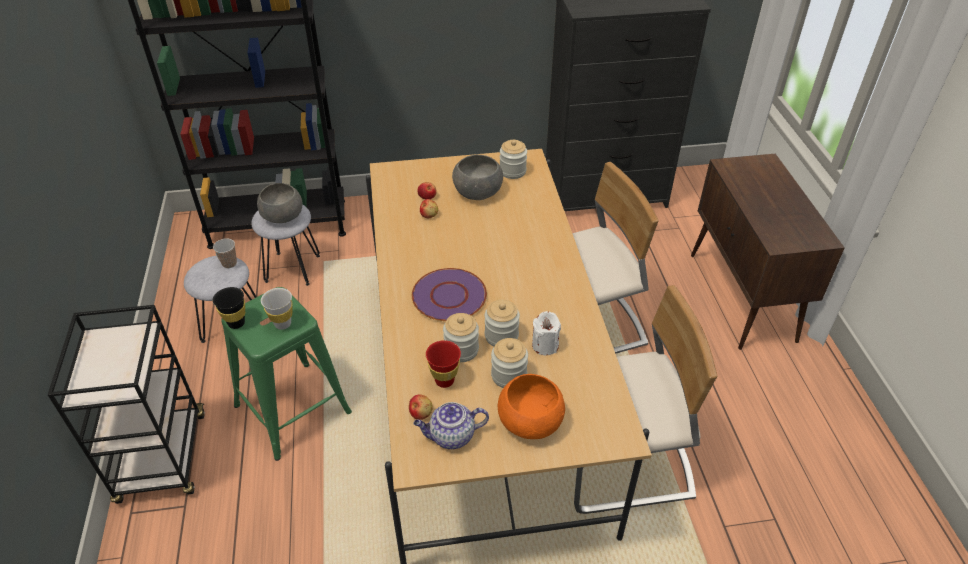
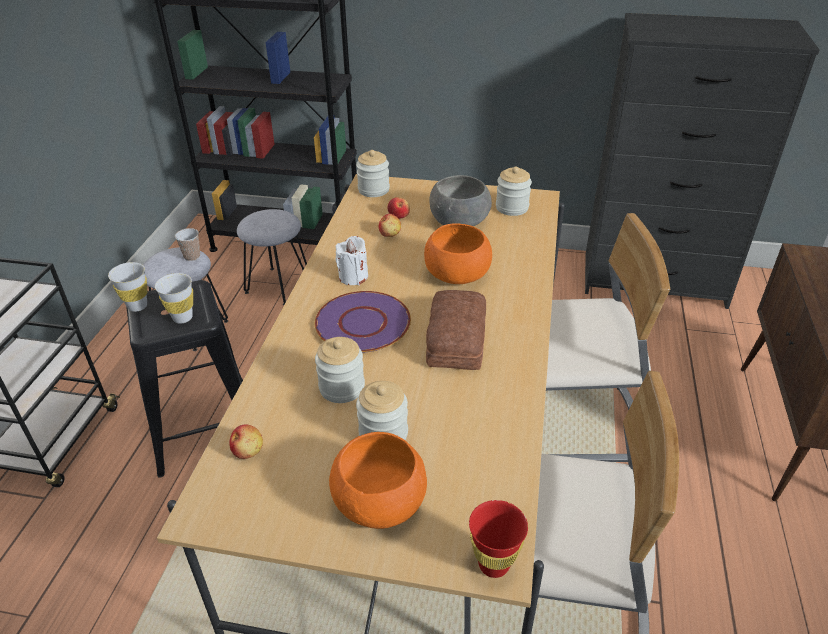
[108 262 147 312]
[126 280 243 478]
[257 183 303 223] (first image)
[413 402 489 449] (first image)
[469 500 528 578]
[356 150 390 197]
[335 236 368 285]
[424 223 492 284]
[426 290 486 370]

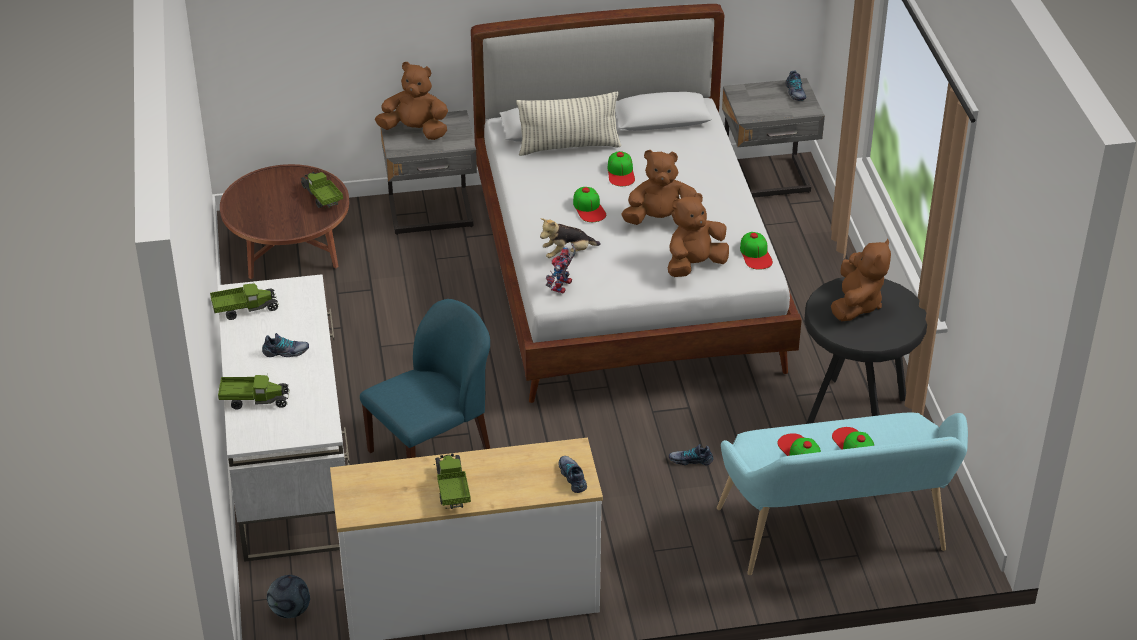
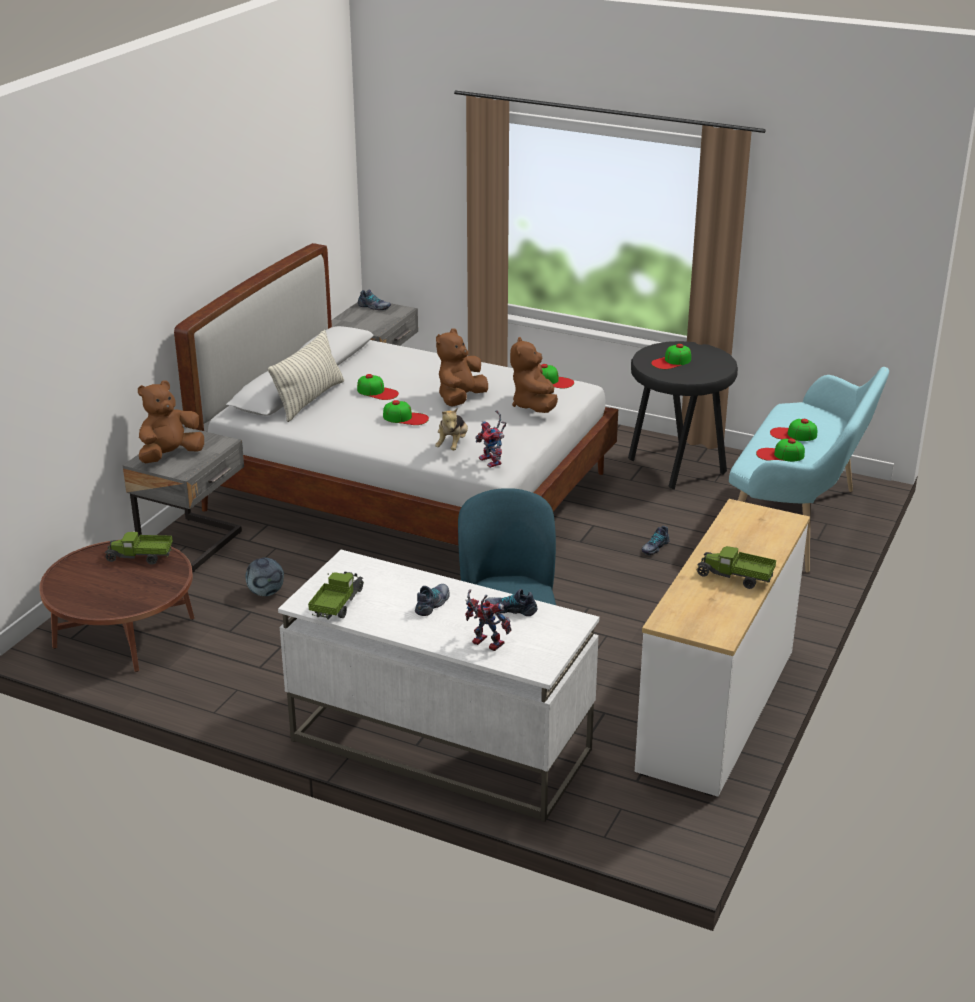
[465 589 511 651]
[246 558 284 596]
[485 589 537 616]
[651 344 691 369]

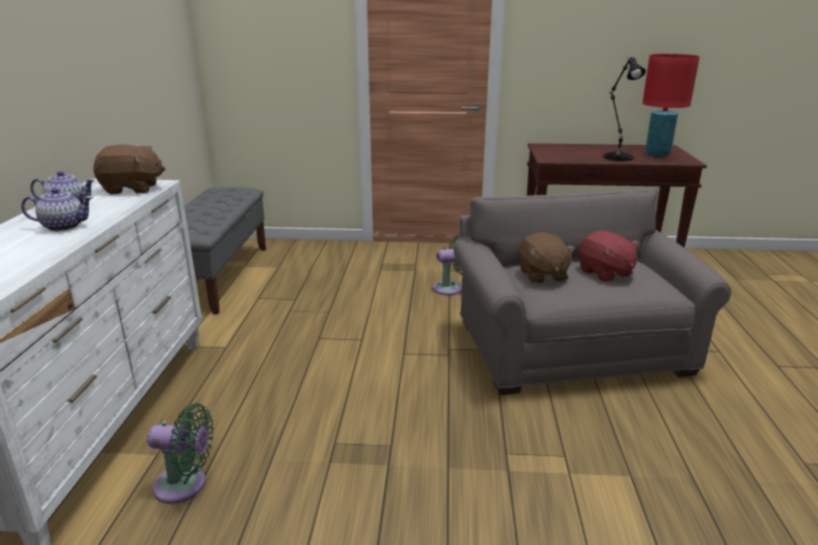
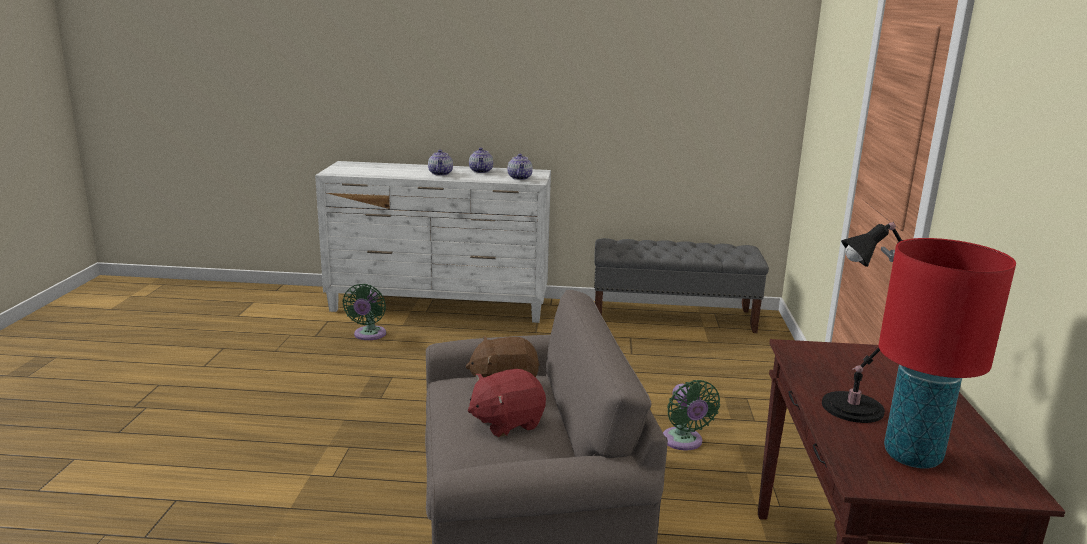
[507 154 533 180]

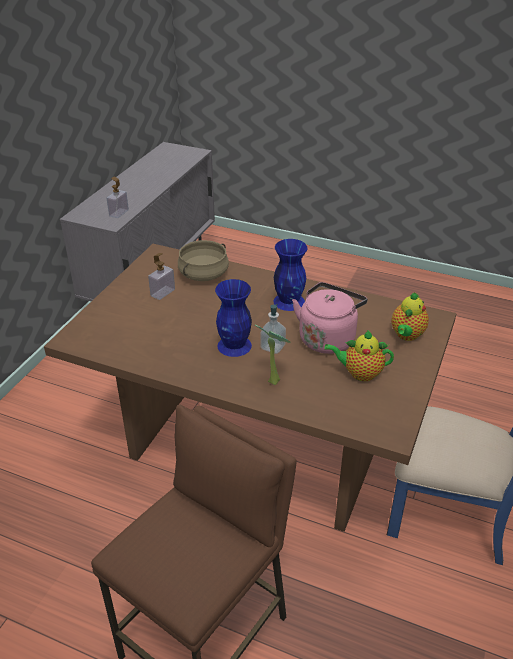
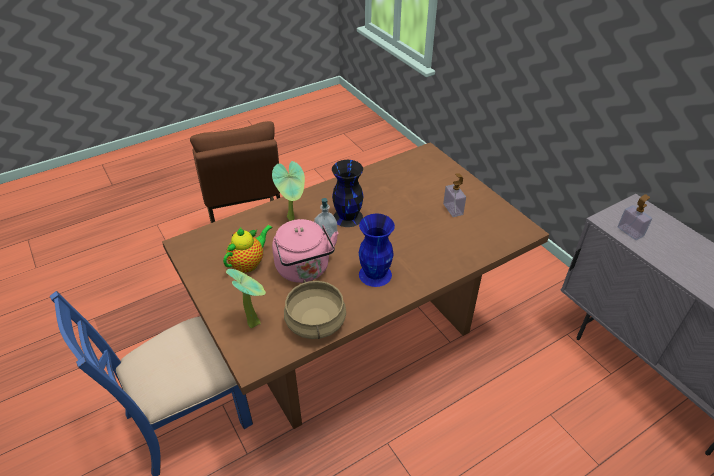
[284 280 346 339]
[332 160 363 227]
[226 269 266 328]

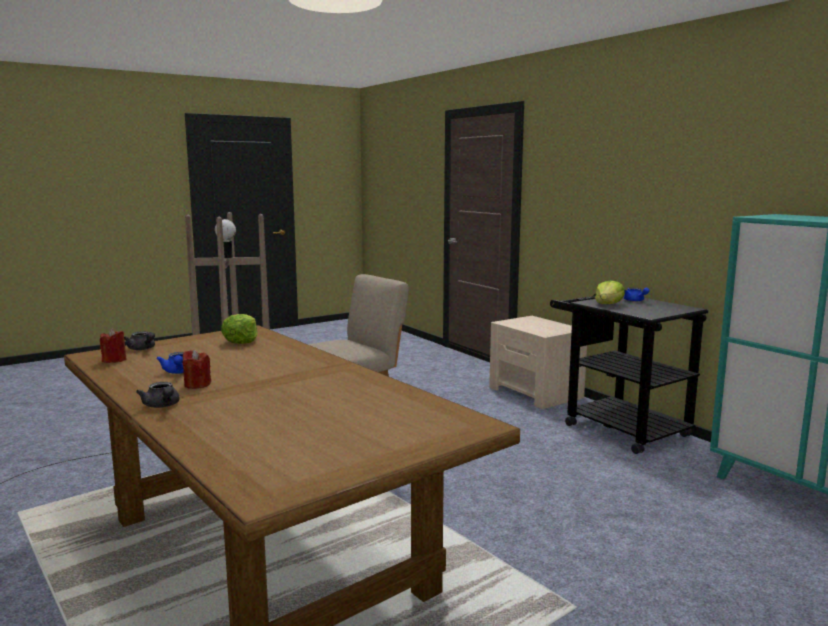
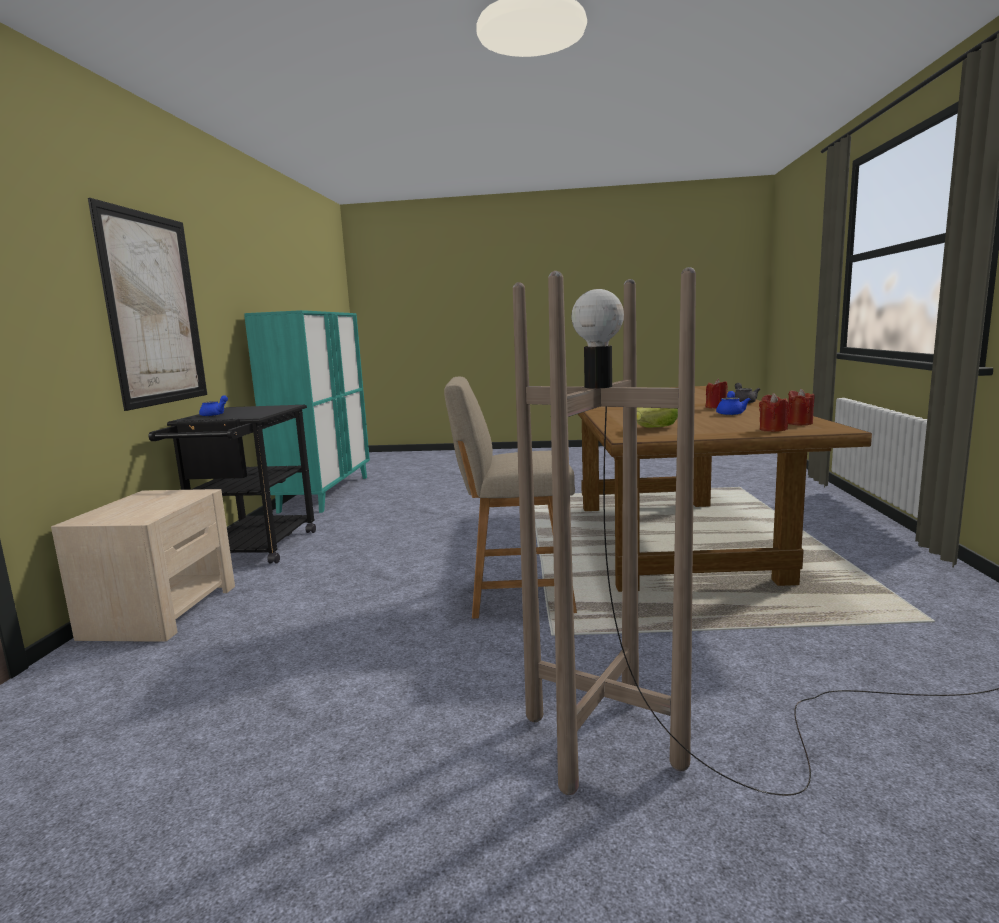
[759 393 789 432]
[595 280 625 304] (first image)
[88 198 207 411]

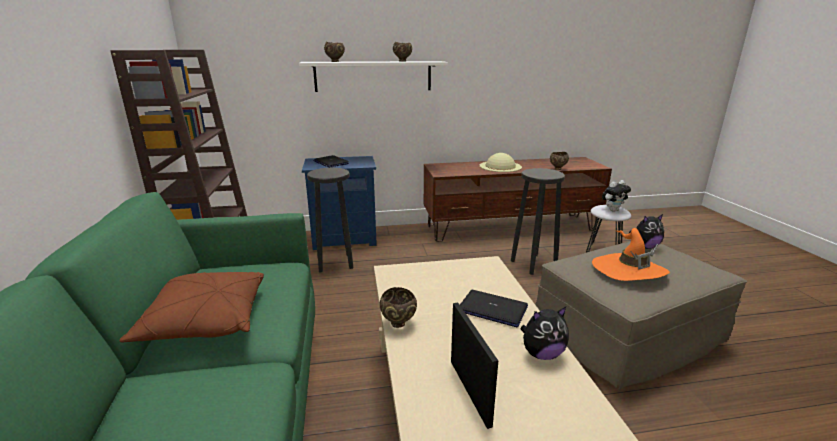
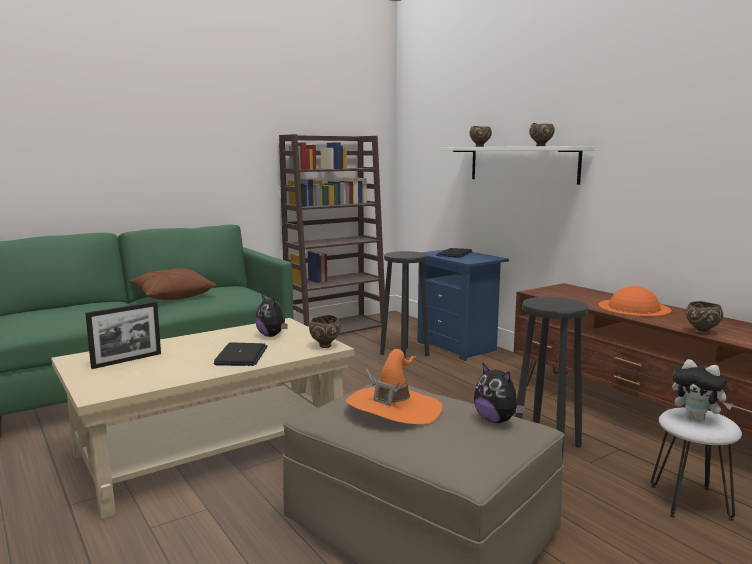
[309 315 341 348]
[598 286 671 317]
[255 295 288 337]

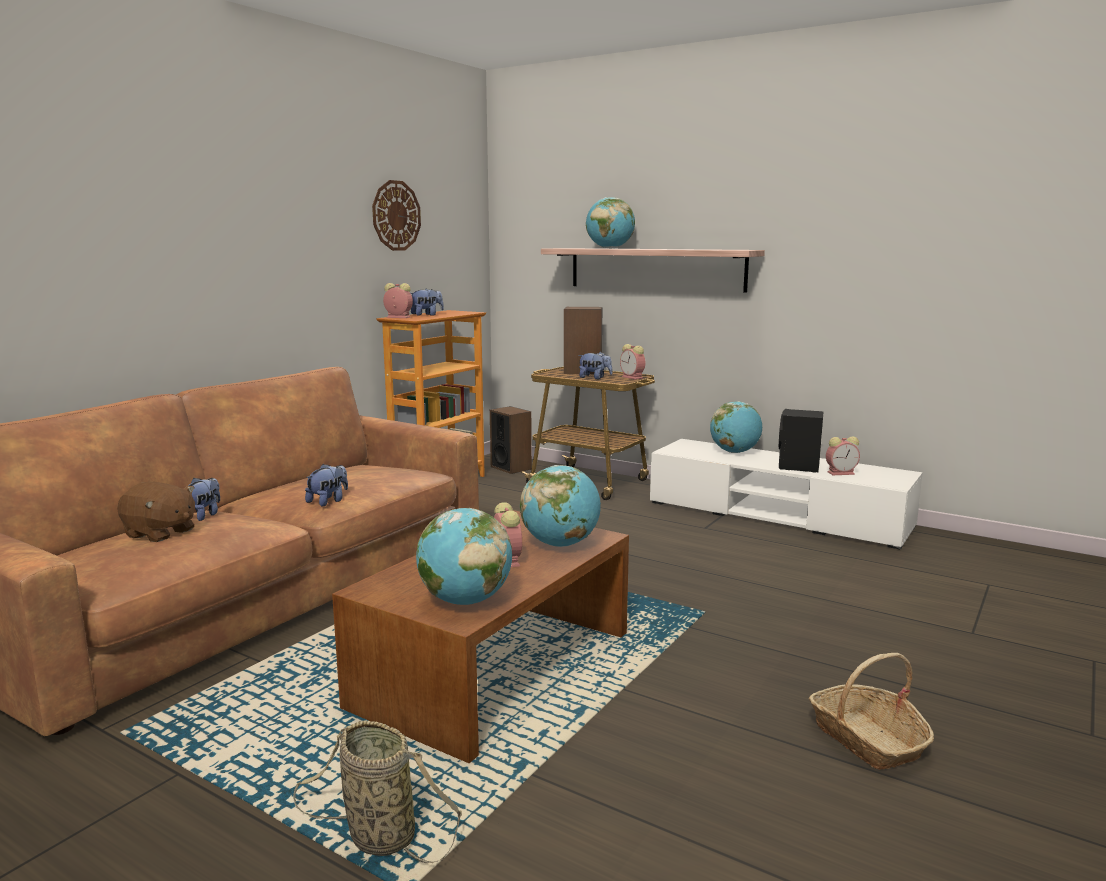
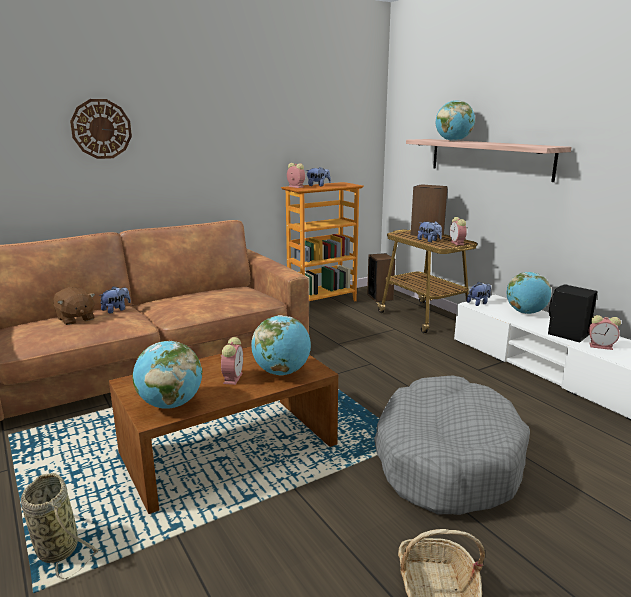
[467 282 491 306]
[70 99 132 159]
[374 375 530 515]

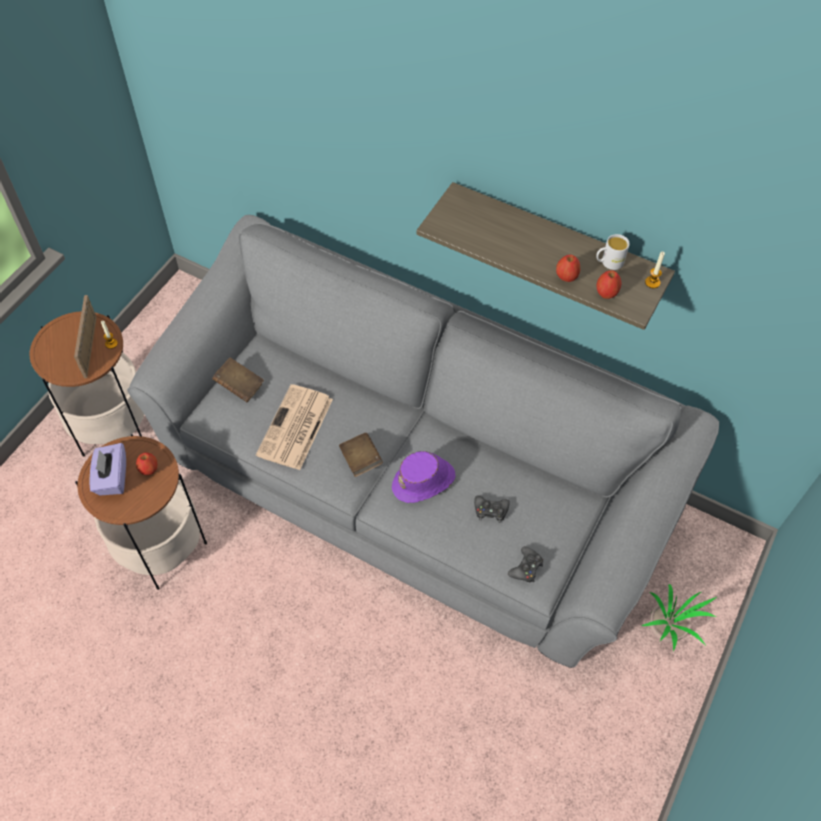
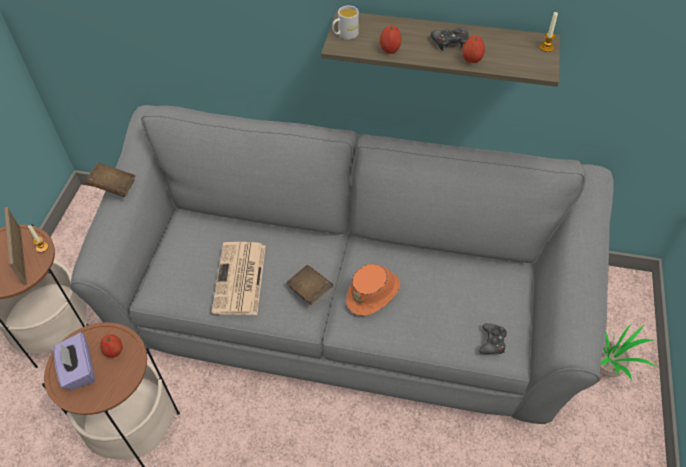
[86 162 135 197]
[346 264 400 316]
[431 27 469 51]
[332 6 359 40]
[380 25 402 54]

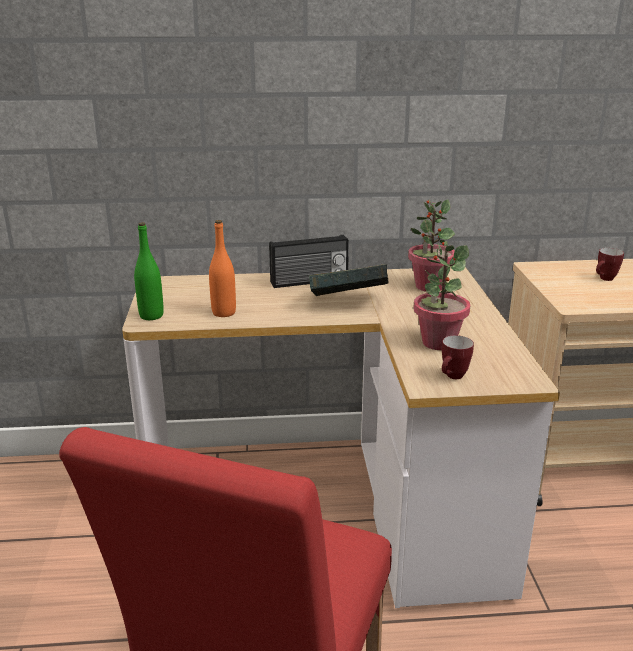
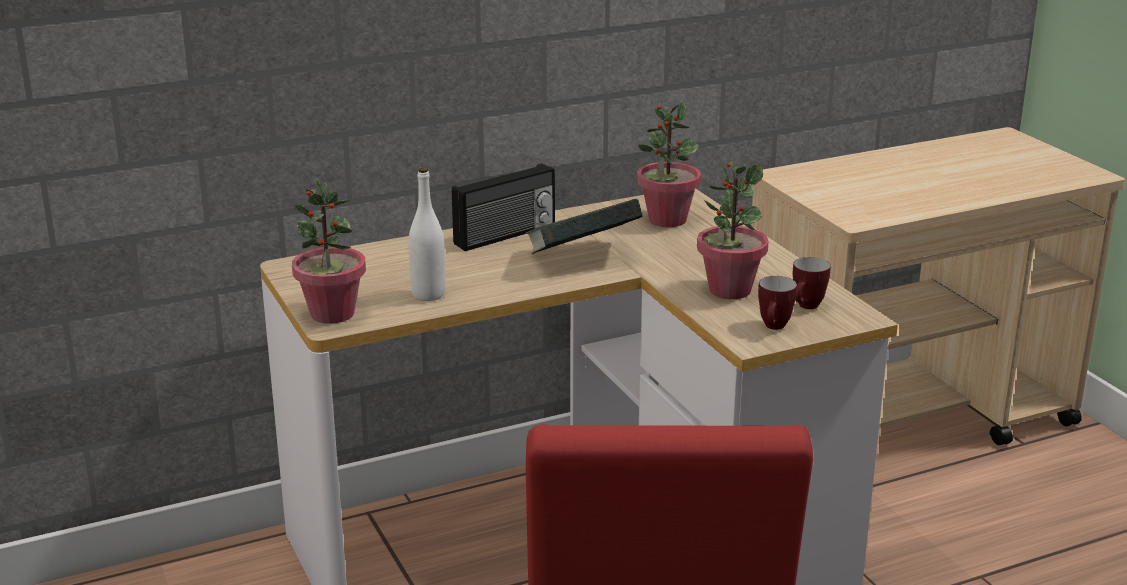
[292 179 366 324]
[409 167 446 301]
[793 257 831 309]

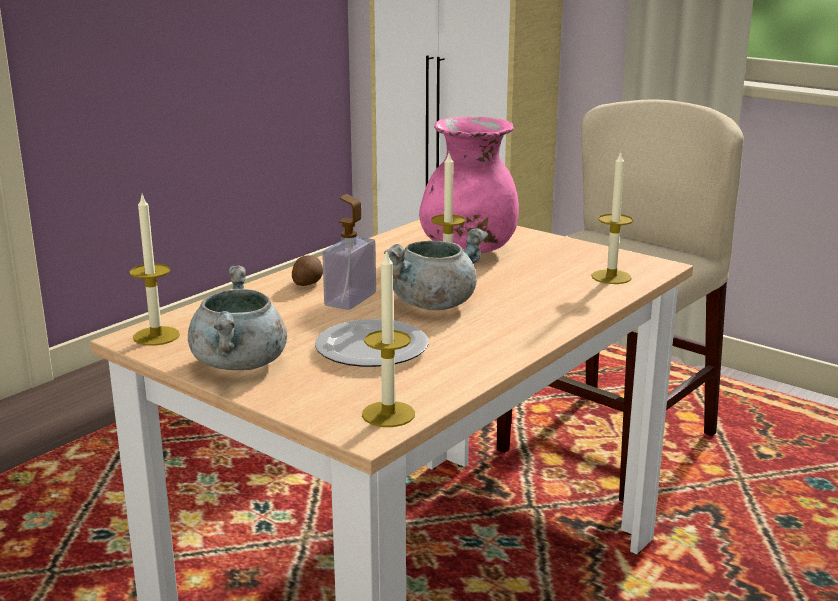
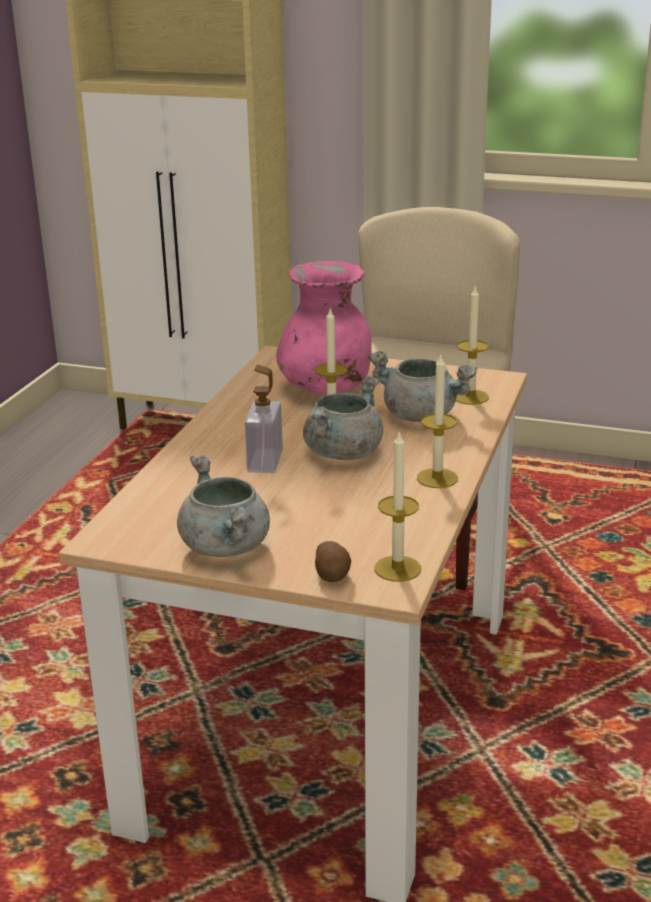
[417 356 458 488]
[315 541 351 582]
[315 319 428 367] (first image)
[368 351 478 422]

